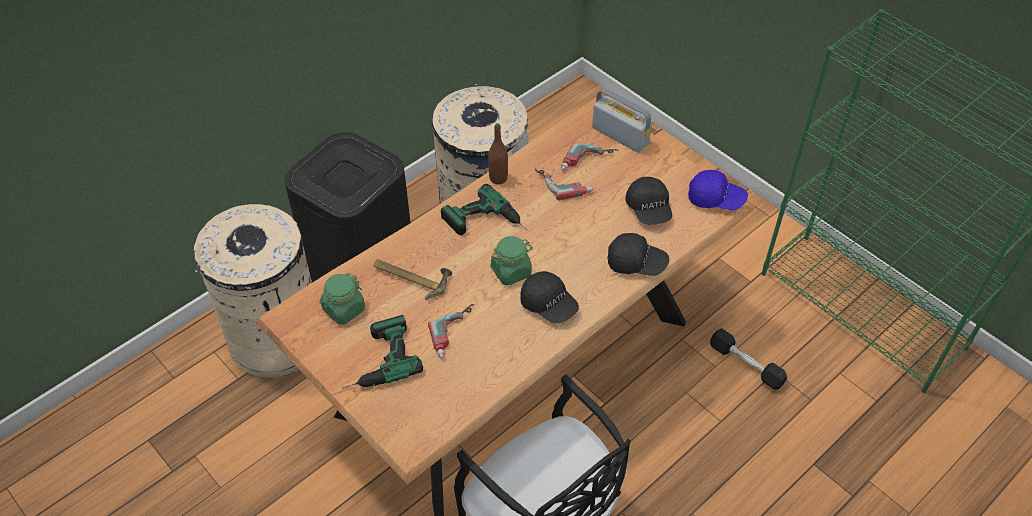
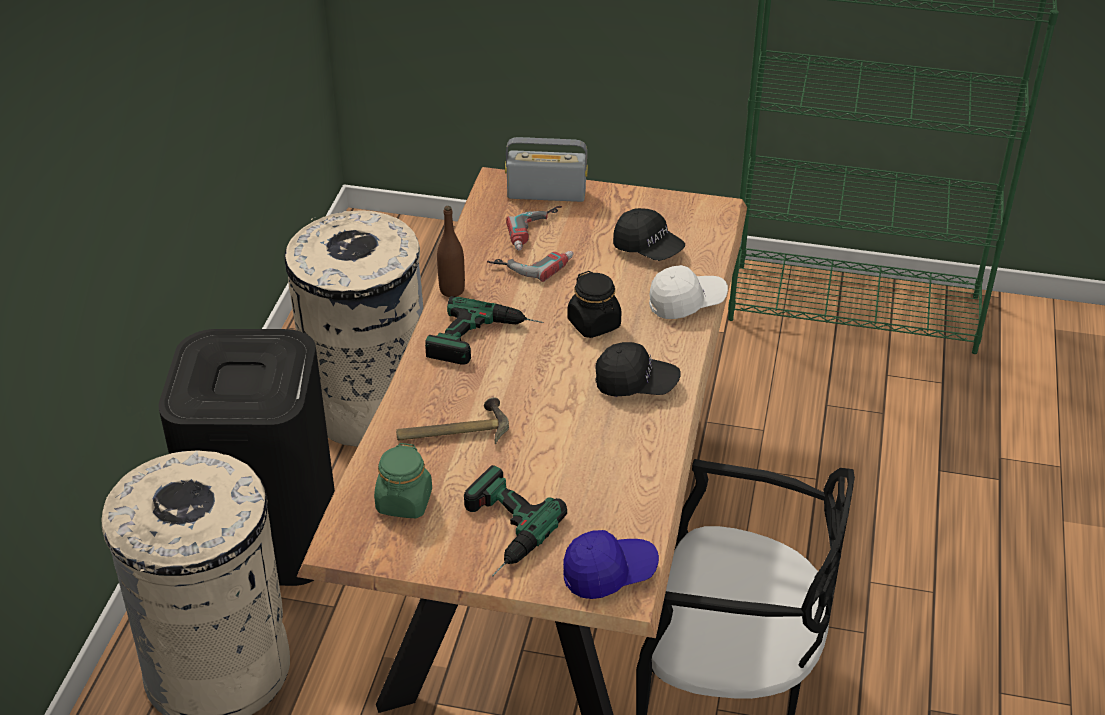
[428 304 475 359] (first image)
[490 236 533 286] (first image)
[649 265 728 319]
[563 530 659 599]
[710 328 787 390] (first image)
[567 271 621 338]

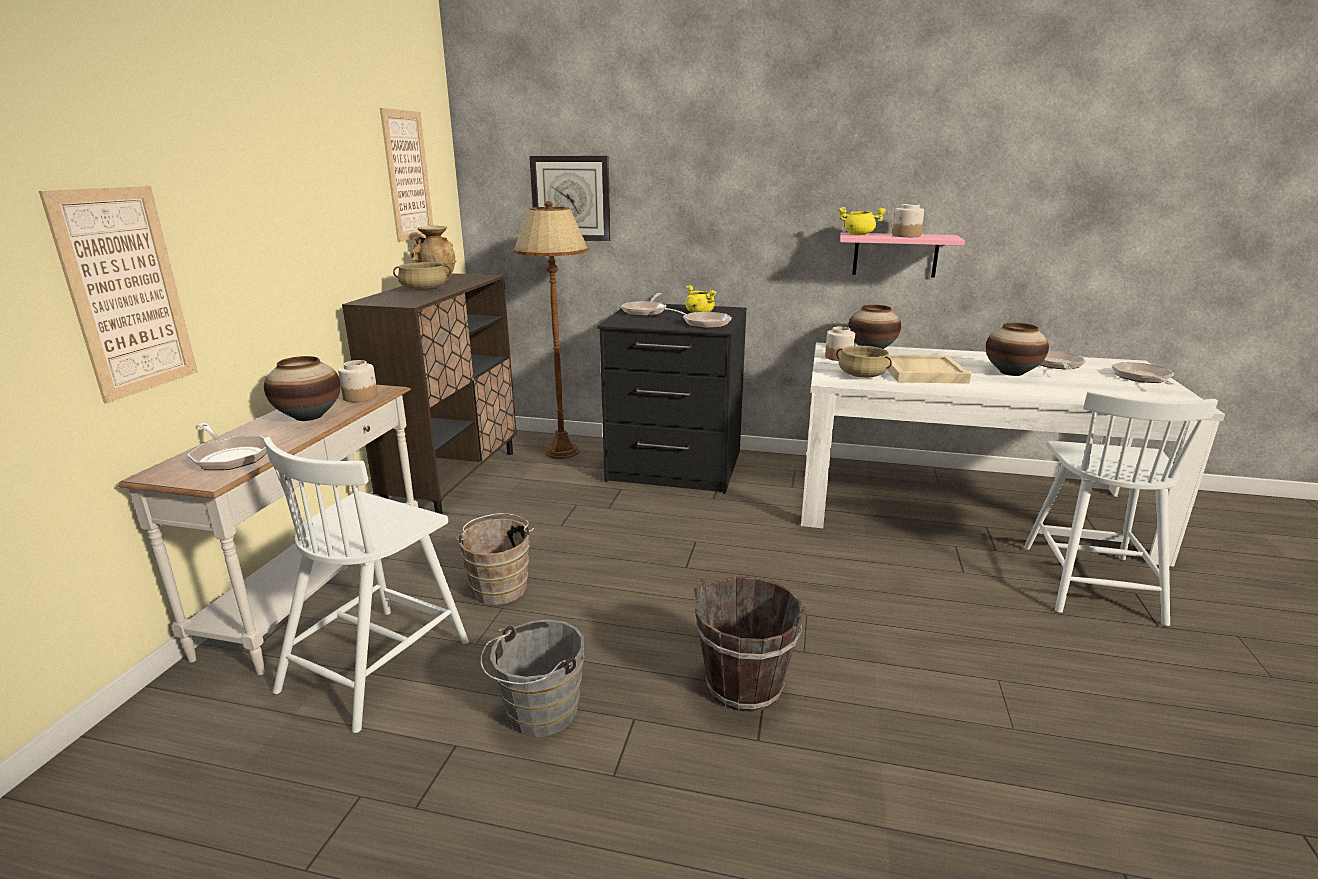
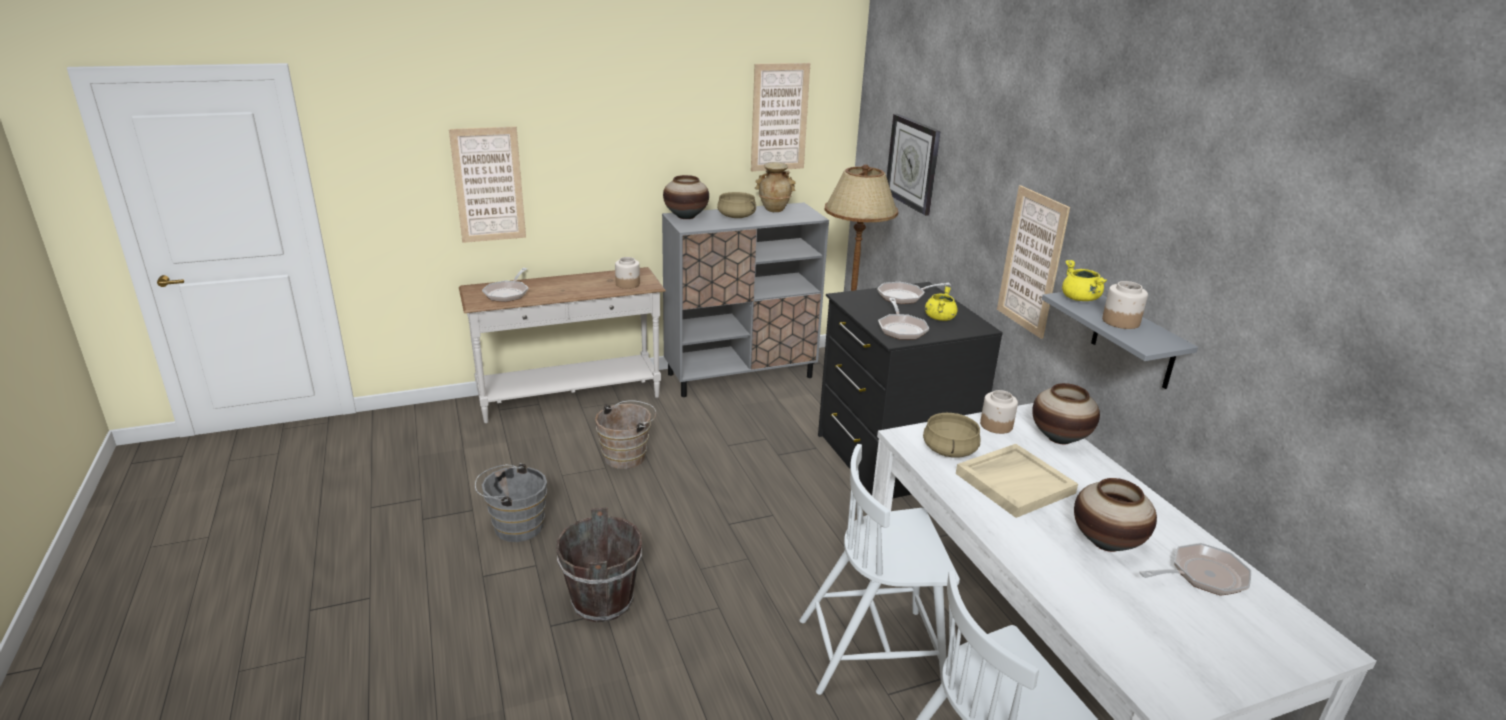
[799 444 960 695]
[663 175 709 219]
[662 203 829 397]
[1042 292 1198 389]
[1112 362 1174 385] (first image)
[997 185 1070 339]

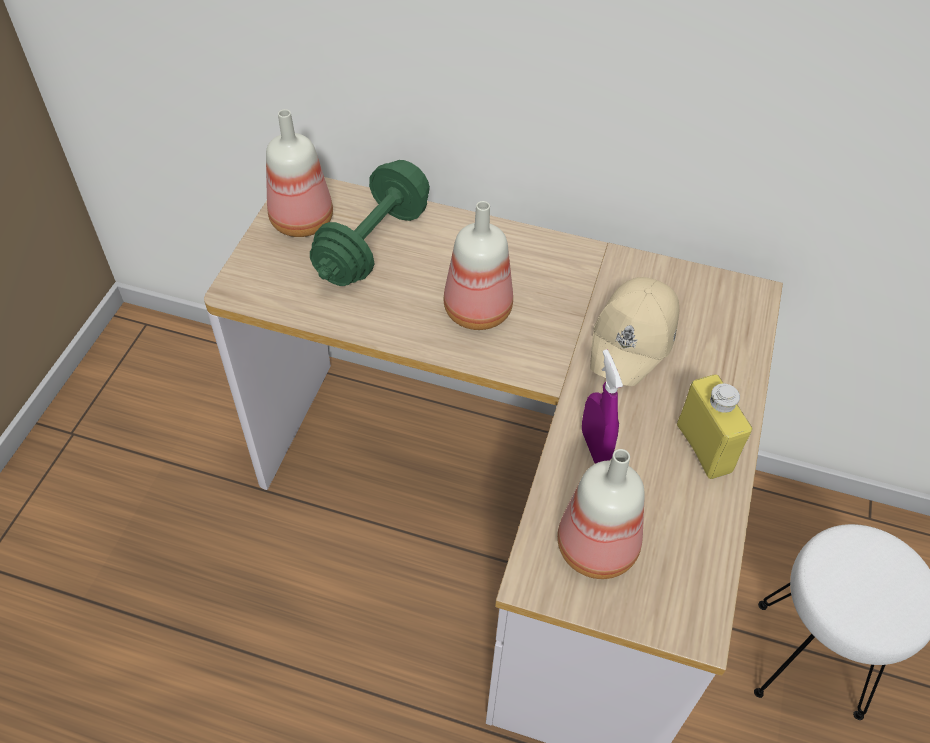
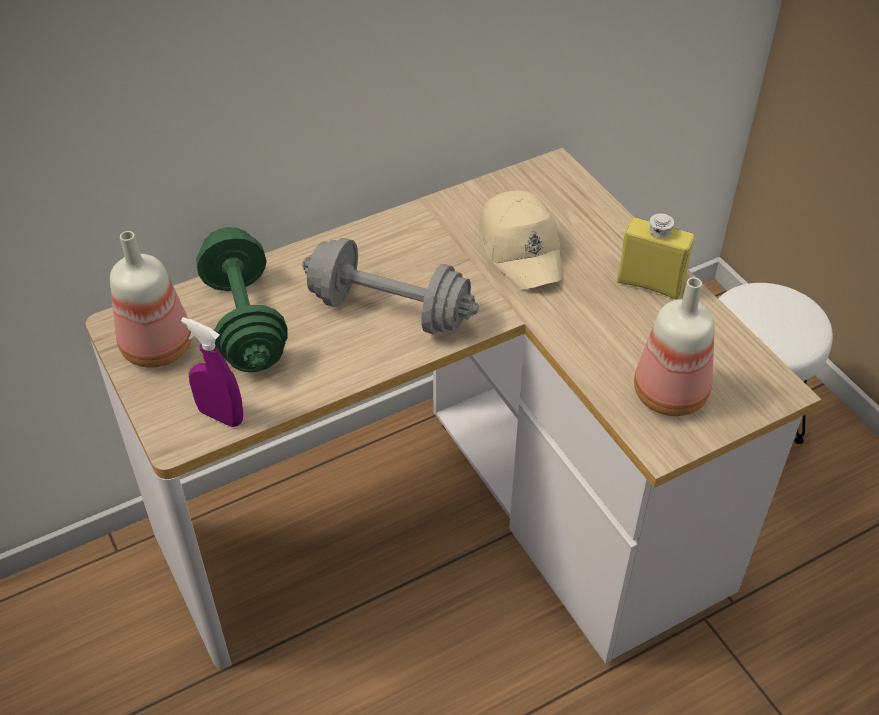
[302 238 479 335]
[181 317 243 427]

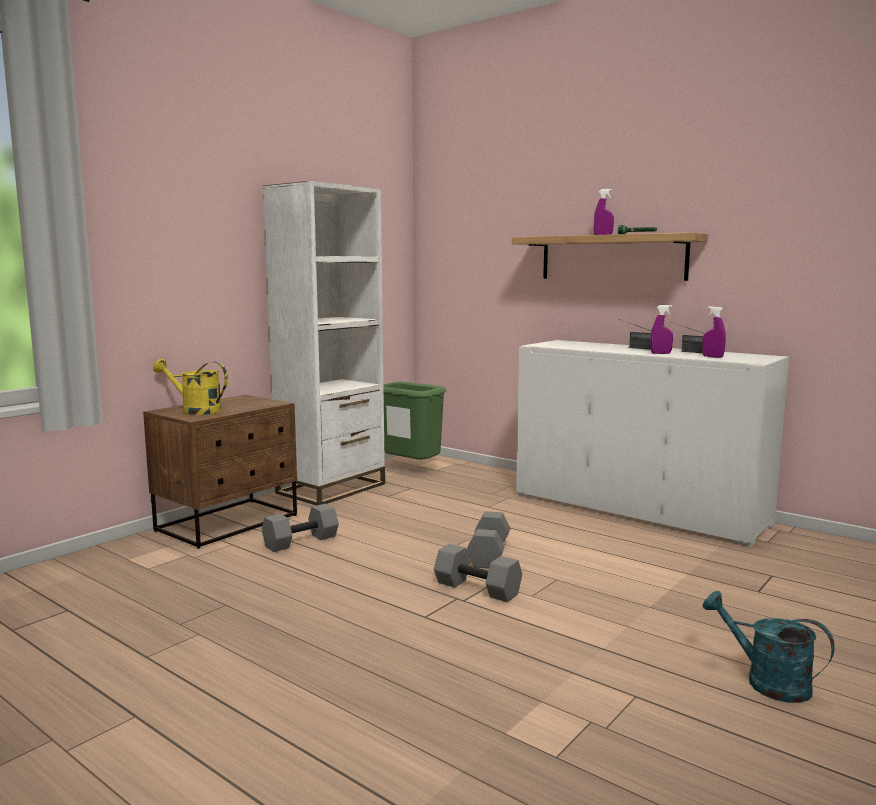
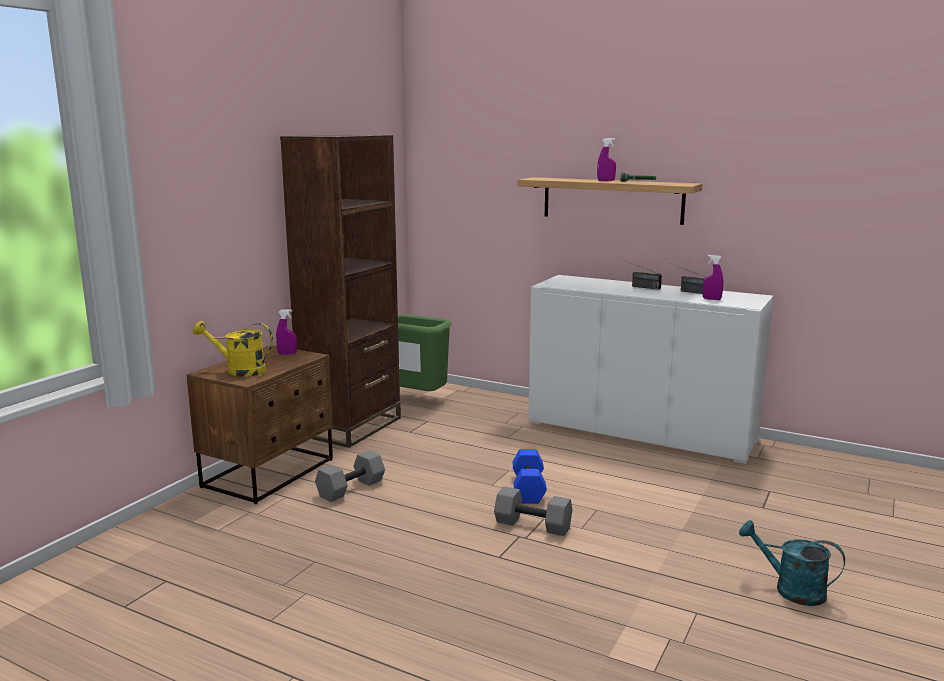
[280 135 401 448]
[513 449 547 504]
[276 309 297 355]

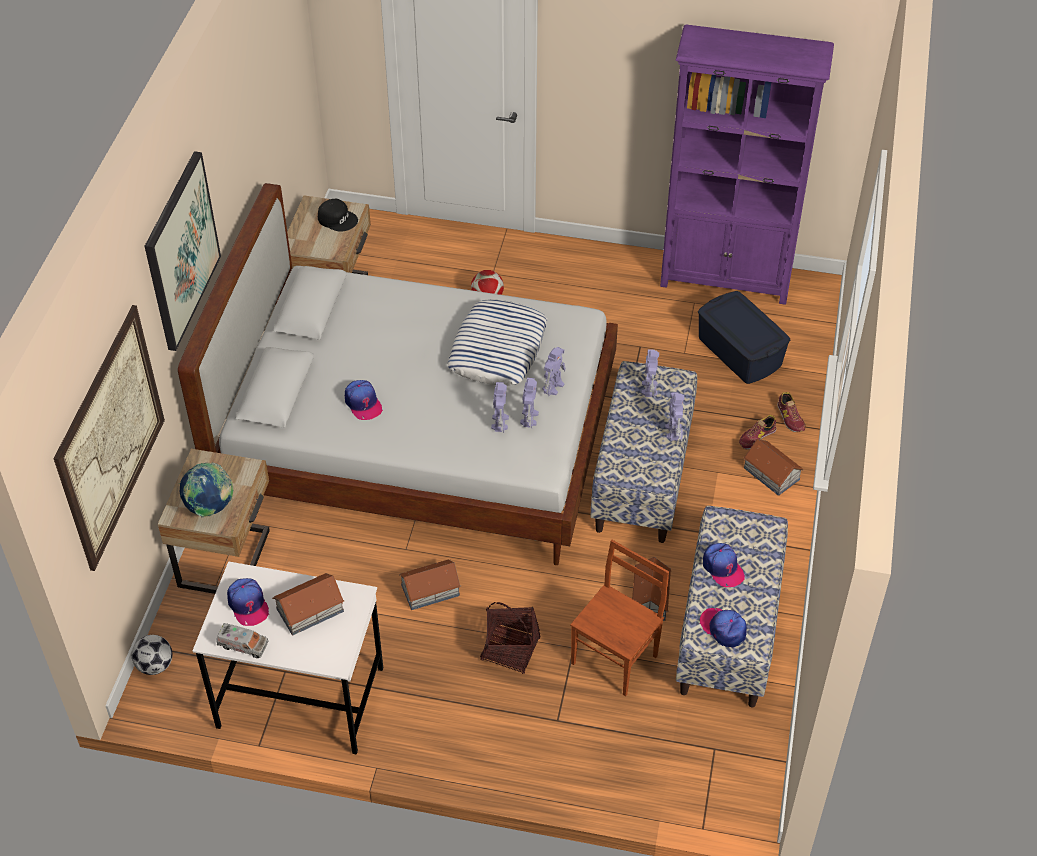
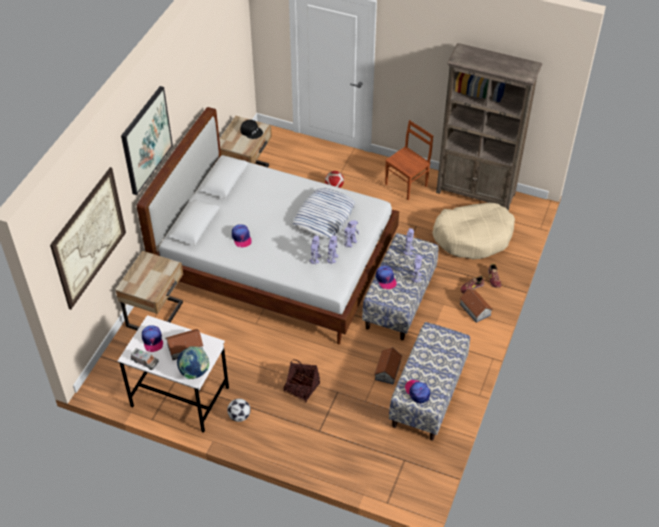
[227 399 251 422]
[177 346 209 380]
[399 560 461 610] (first image)
[385 120 433 200]
[436 43 542 211]
[432 202 515 259]
[376 266 397 289]

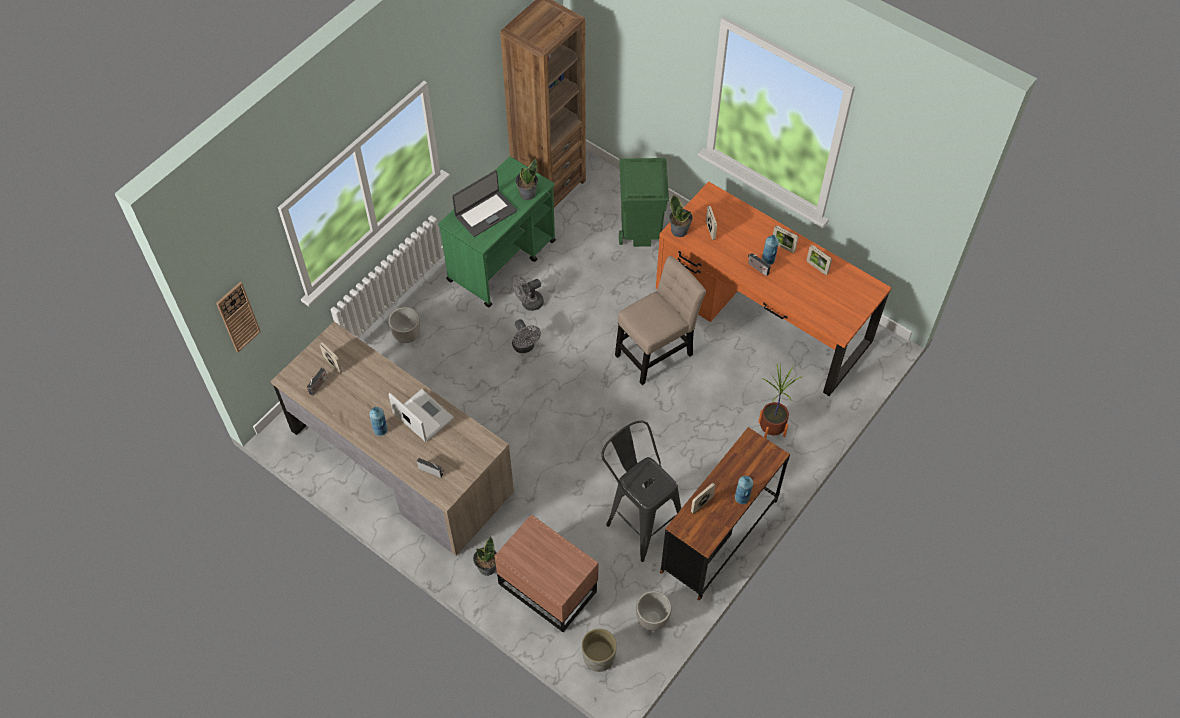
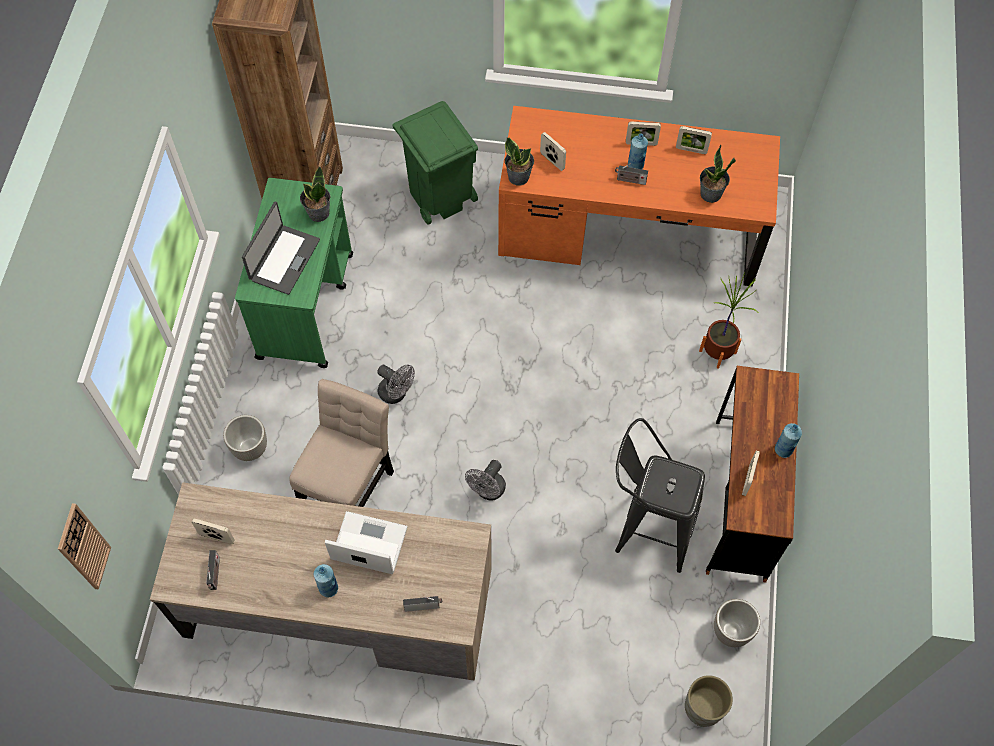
[700 144 736 203]
[494 514 598 632] (first image)
[465 460 506 501]
[289 379 394 507]

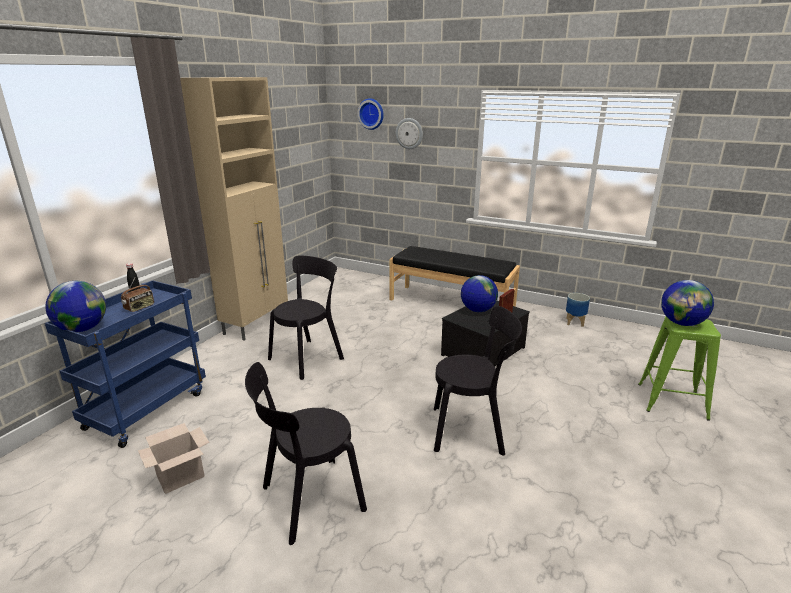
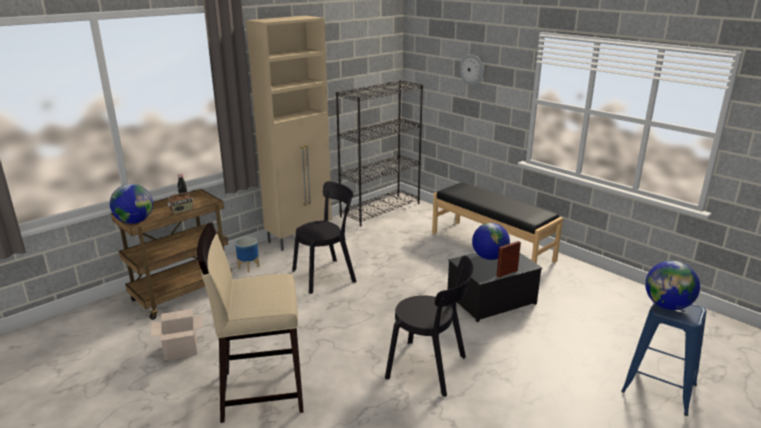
[111 189 232 320]
[197 222 304 423]
[358 98 384 130] (first image)
[235 237 260 273]
[621 303 707 416]
[336 80 423 227]

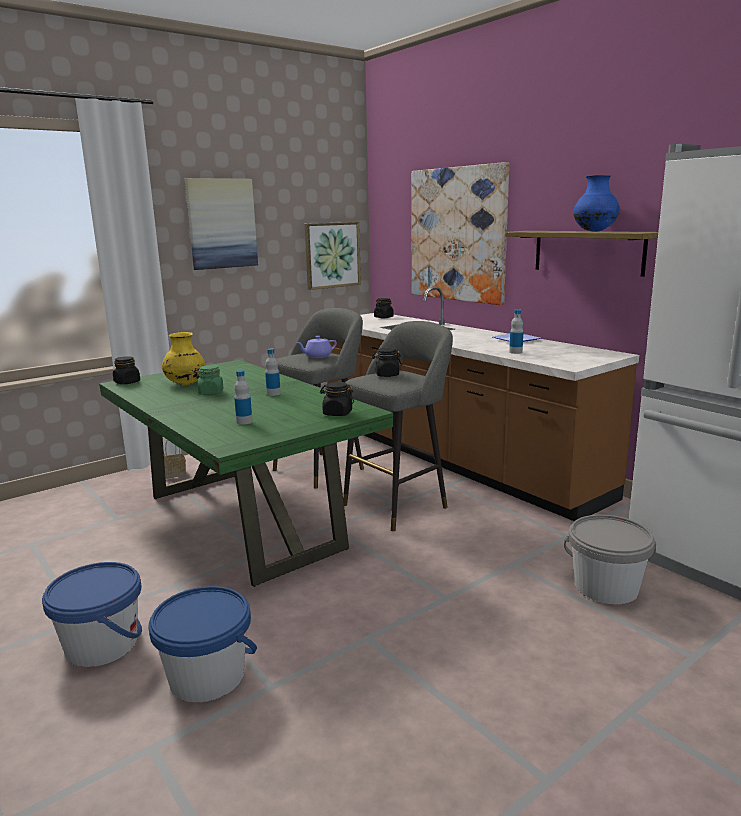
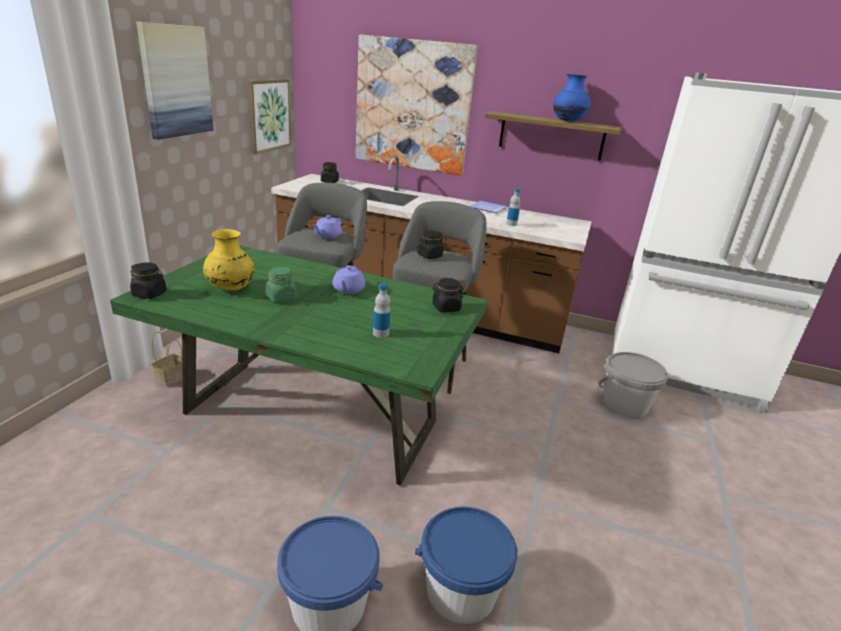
[332 265 365 294]

